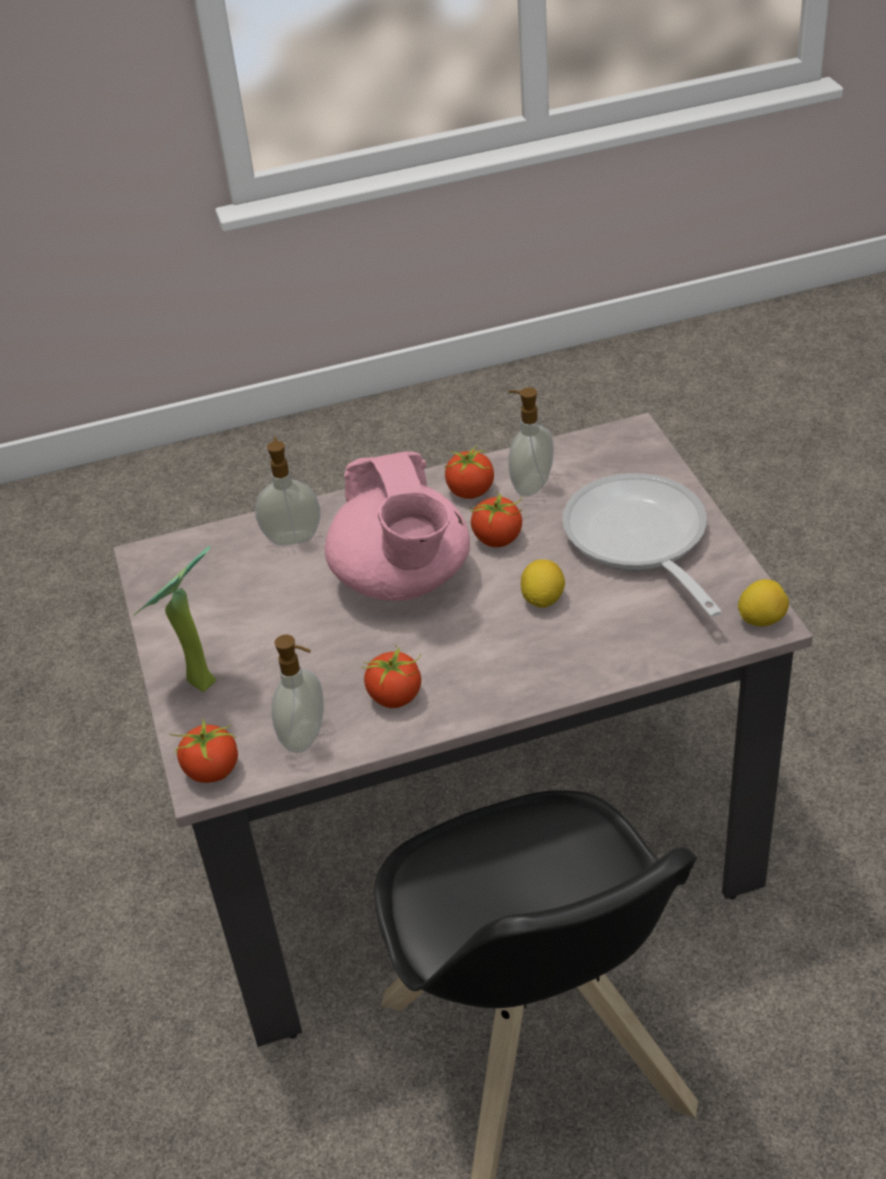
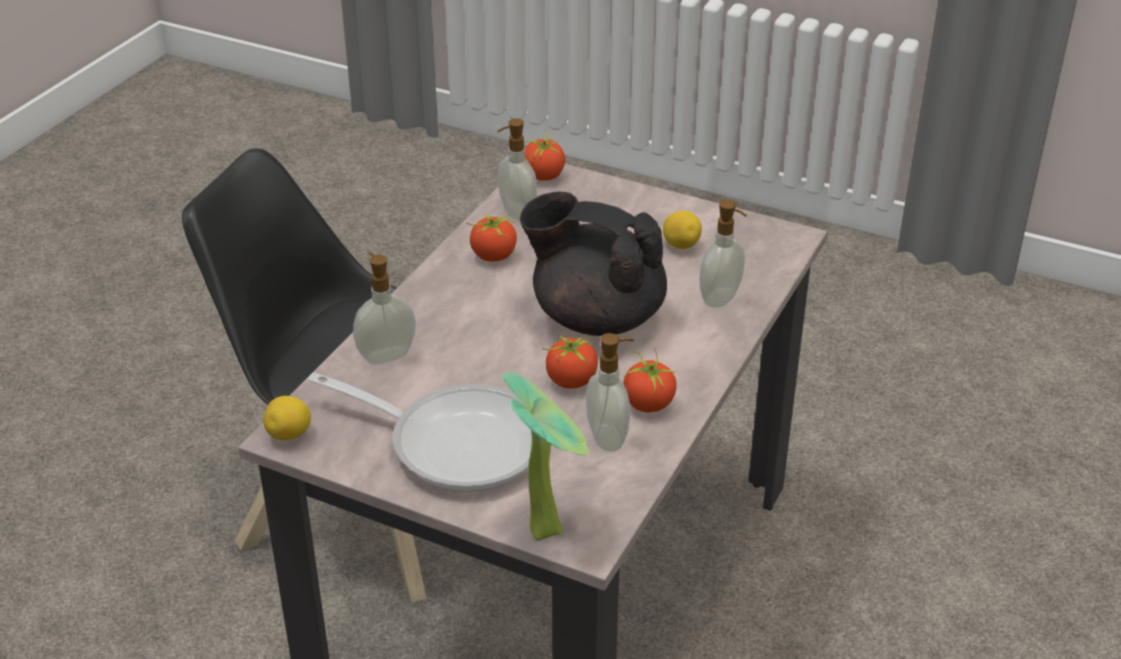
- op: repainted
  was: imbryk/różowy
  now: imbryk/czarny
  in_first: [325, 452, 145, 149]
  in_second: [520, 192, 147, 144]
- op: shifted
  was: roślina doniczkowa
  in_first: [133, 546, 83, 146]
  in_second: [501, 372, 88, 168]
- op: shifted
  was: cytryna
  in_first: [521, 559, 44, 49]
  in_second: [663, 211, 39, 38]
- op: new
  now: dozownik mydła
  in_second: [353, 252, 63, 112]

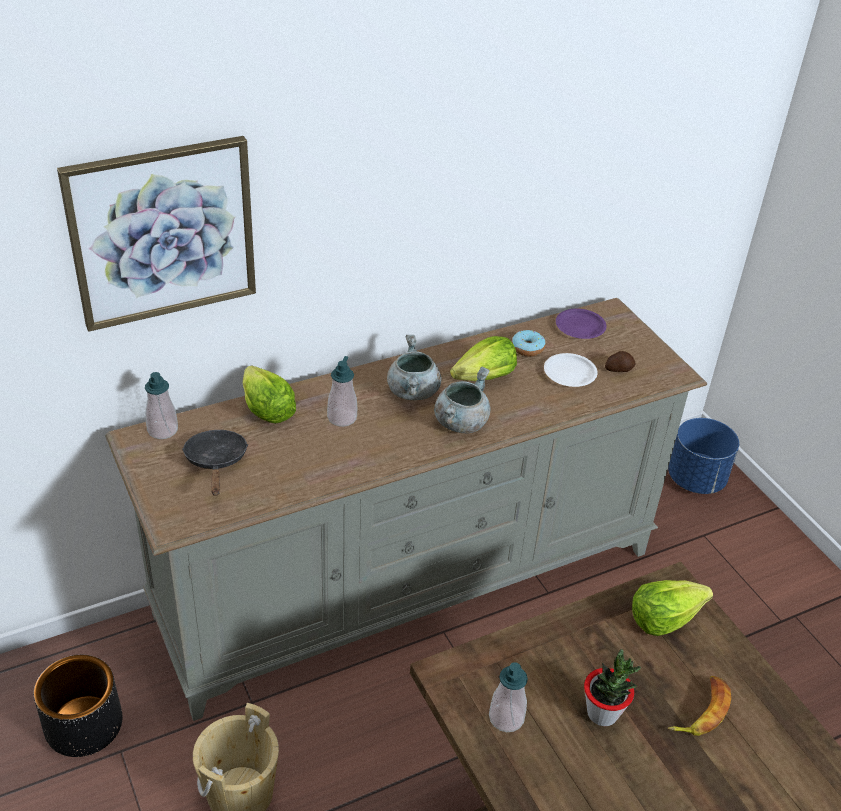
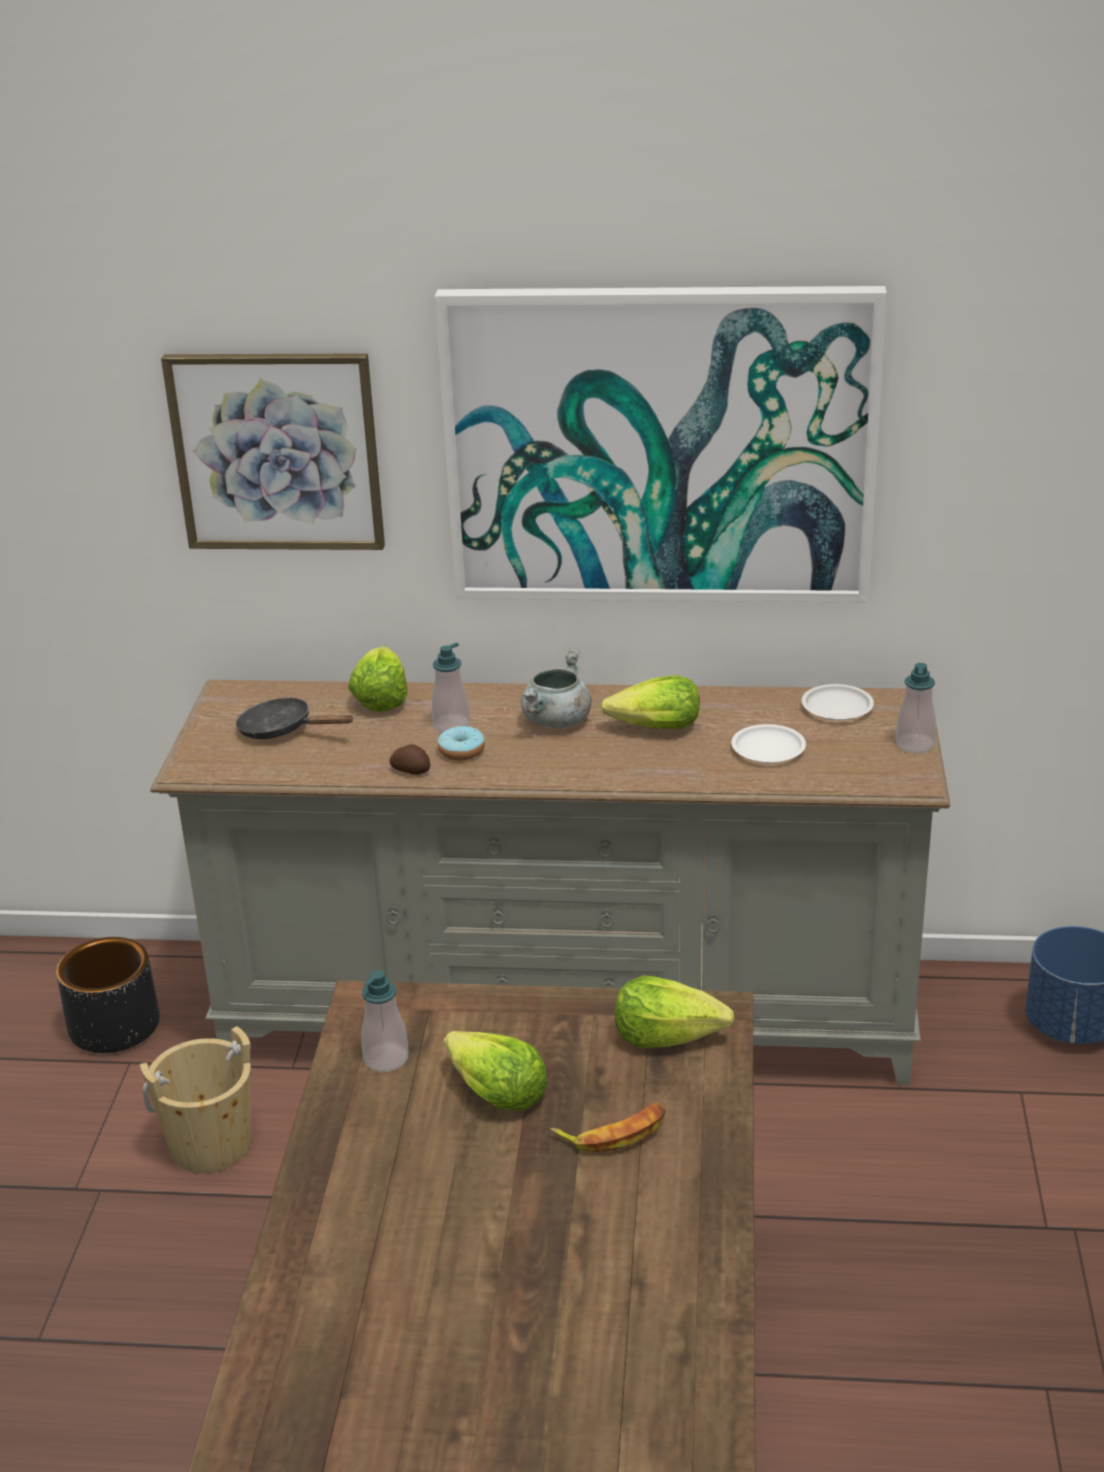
- op: repainted
  was: talerz/fioletowy
  now: talerz/biały
  in_first: [556, 309, 50, 30]
  in_second: [802, 684, 72, 36]
- op: shifted
  was: donut
  in_first: [512, 330, 33, 27]
  in_second: [437, 726, 48, 35]
- op: shifted
  was: ziemniak
  in_first: [605, 351, 31, 21]
  in_second: [389, 744, 42, 31]
- op: gone
  was: garnek/szary
  in_first: [434, 366, 56, 67]
- op: shifted
  was: dozownik mydła
  in_first: [145, 372, 33, 67]
  in_second: [896, 663, 40, 91]
- op: rotated
  was: patelnia/czarny
  in_first: [182, 430, 66, 66]
  in_second: [236, 697, 118, 42]
  clockwise: -90
- op: swapped
  was: roślina doniczkowa
  now: sałata
  in_first: [584, 649, 57, 77]
  in_second: [444, 1031, 104, 80]
- op: new
  now: obraz
  in_second: [435, 286, 452, 317]

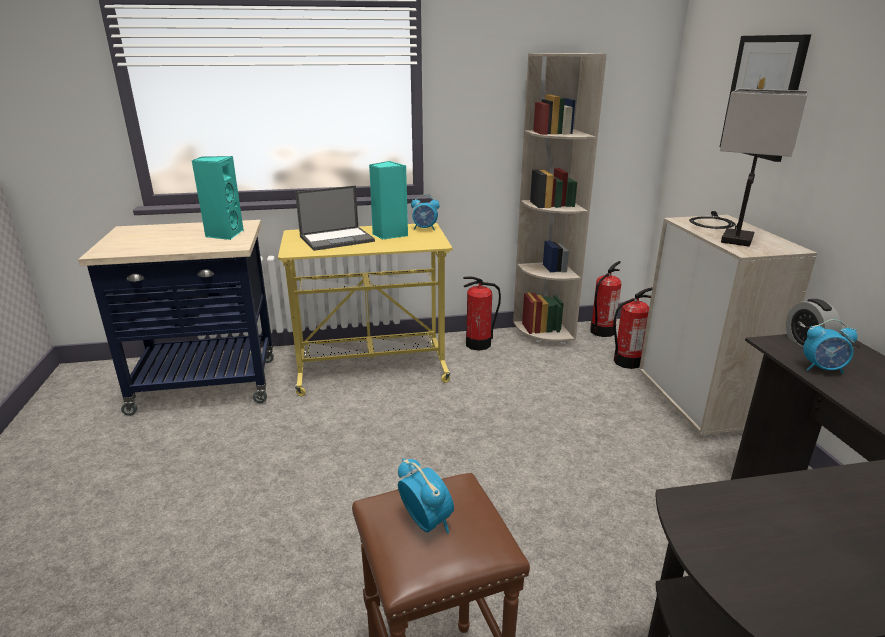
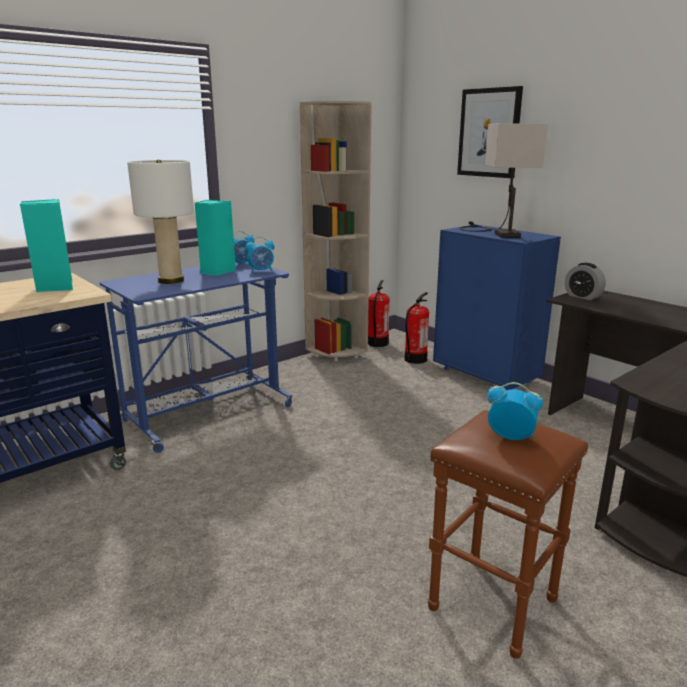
- op: swapped
  was: laptop
  now: lampa stołowa/biały
  in_first: [295, 185, 80, 66]
  in_second: [127, 159, 67, 125]
- op: repainted
  was: szafka/beżowy
  now: szafka/niebieski
  in_first: [639, 215, 178, 221]
  in_second: [433, 224, 128, 166]
- op: repainted
  was: biurko/żółty
  now: biurko/niebieski
  in_first: [278, 223, 175, 174]
  in_second: [99, 262, 193, 191]
- op: gone
  was: gaśnica
  in_first: [463, 276, 38, 75]
- op: shifted
  was: budzik
  in_first: [803, 319, 54, 55]
  in_second: [246, 236, 28, 37]

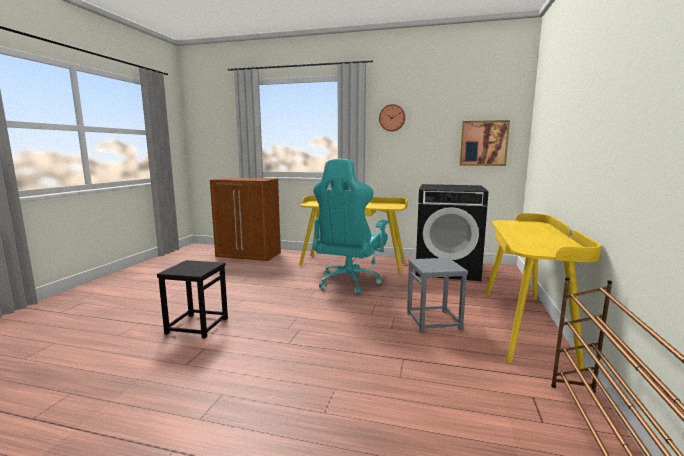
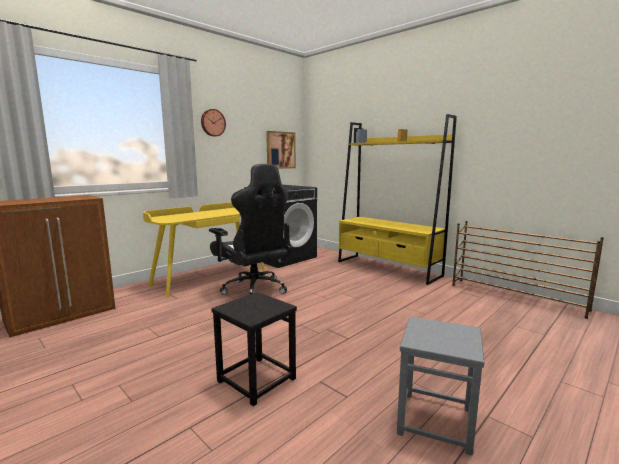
- op: repainted
  was: krzesło biurowe/turkusowy
  now: krzesło biurowe/czarny
  in_first: [312, 159, 77, 135]
  in_second: [209, 164, 83, 131]
- op: swapped
  was: biurko/żółty
  now: regał/żółty
  in_first: [485, 213, 116, 160]
  in_second: [338, 114, 119, 171]
- op: shifted
  was: stołek/szary
  in_first: [407, 258, 61, 74]
  in_second: [397, 316, 87, 139]

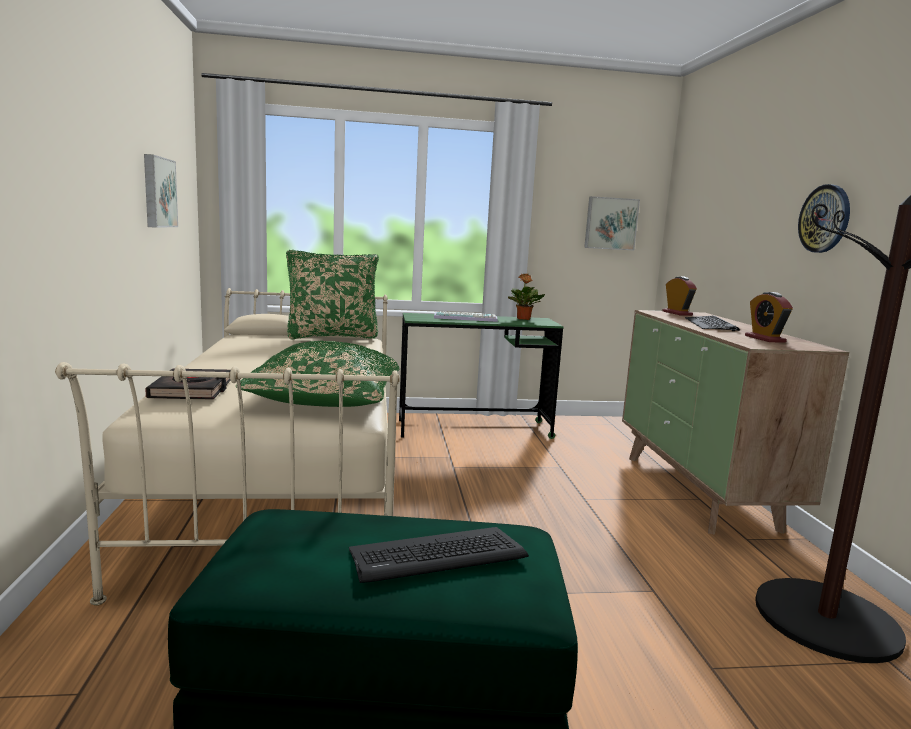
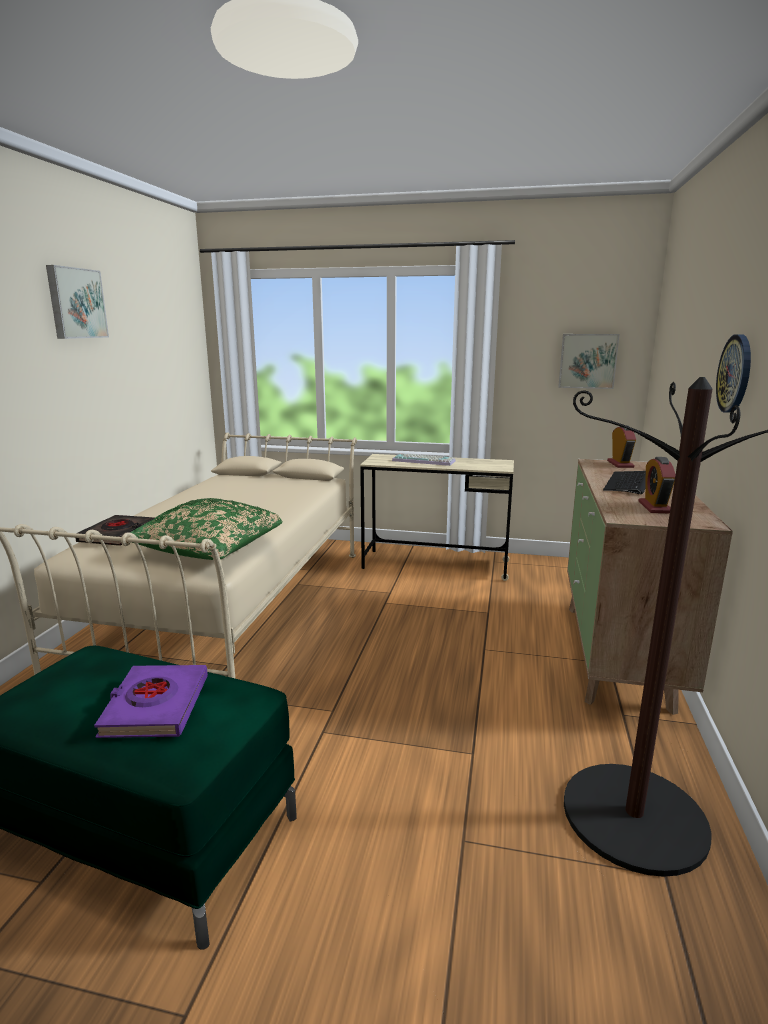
- op: shifted
  was: obraz
  in_first: [144, 154, 34, 74]
  in_second: [46, 265, 63, 74]
- op: gone
  was: poduszka/zielony
  in_first: [286, 250, 93, 90]
- op: gone
  was: roślina doniczkowa
  in_first: [508, 273, 37, 47]
- op: repainted
  was: biurko/zielony
  now: biurko/beżowy
  in_first: [399, 313, 165, 126]
  in_second: [360, 454, 154, 127]
- op: swapped
  was: klawiatura
  now: książka/fioletowy
  in_first: [349, 527, 180, 56]
  in_second: [94, 665, 114, 73]

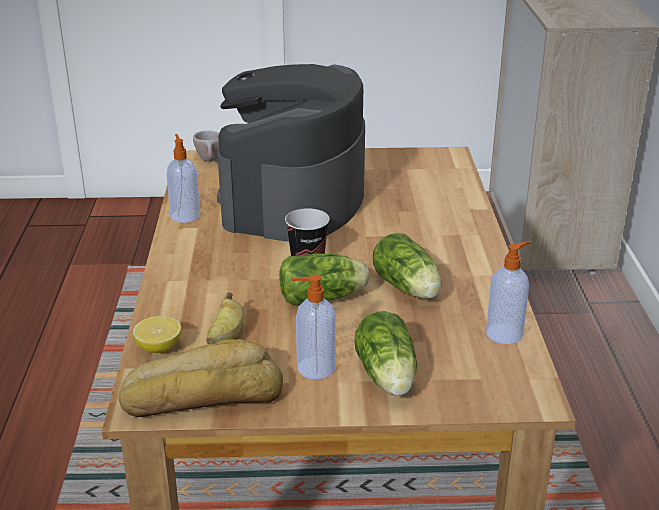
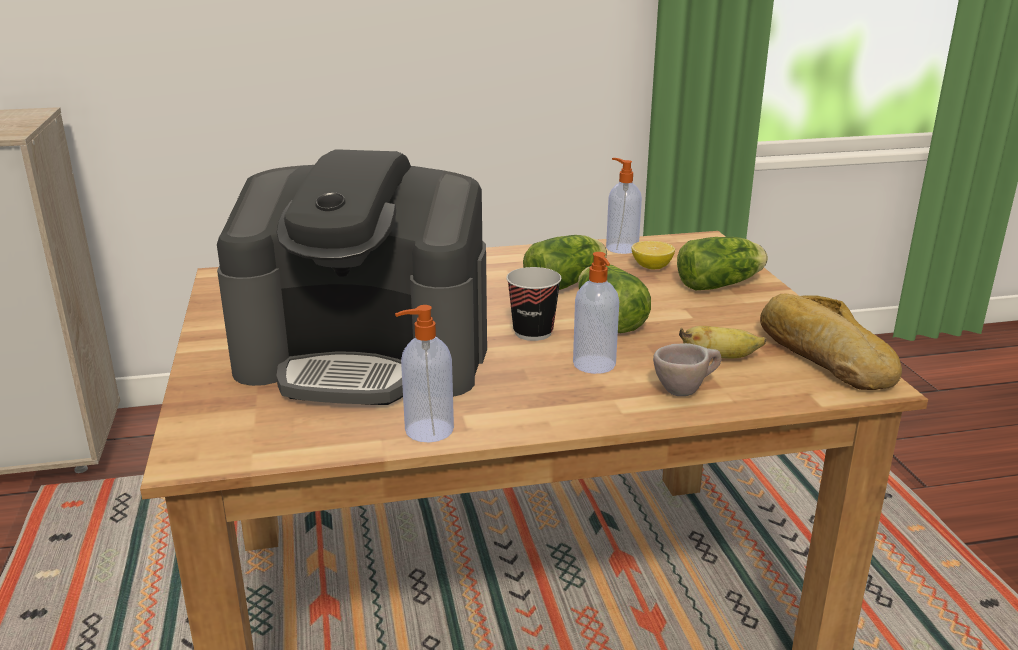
- op: shifted
  was: filiżanka/beżowy
  in_first: [193, 131, 27, 31]
  in_second: [653, 343, 69, 53]
- op: shifted
  was: dozownik mydła
  in_first: [291, 275, 45, 104]
  in_second: [573, 252, 46, 122]
- op: shifted
  was: cytryna
  in_first: [133, 316, 48, 37]
  in_second: [631, 241, 44, 28]

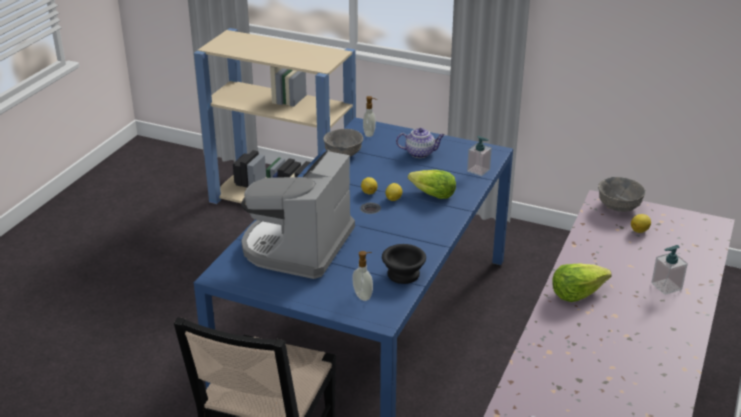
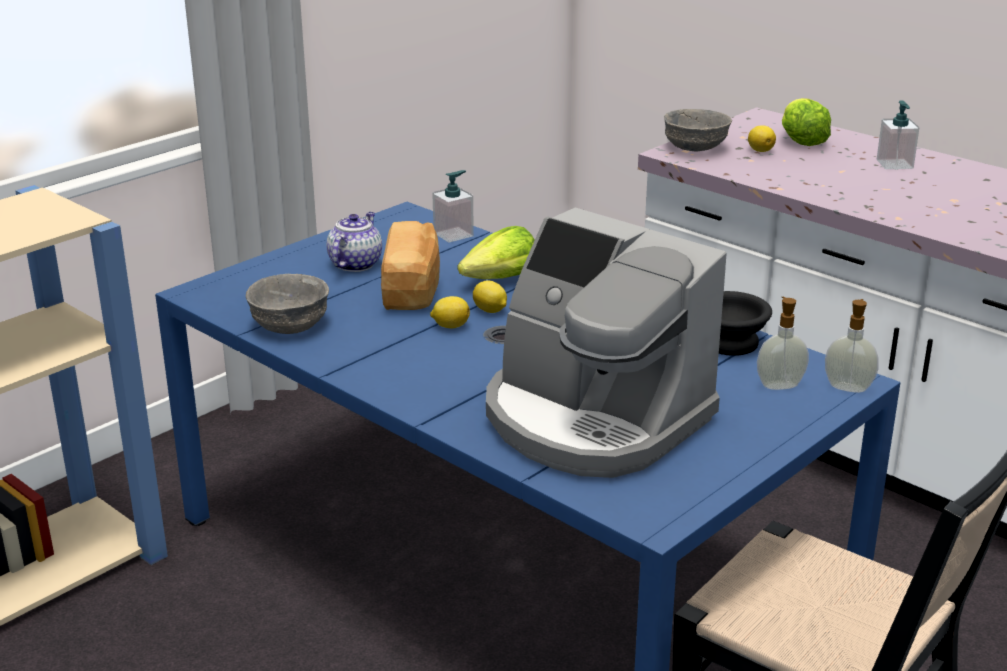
- op: shifted
  was: dozownik mydła
  in_first: [363, 96, 14, 41]
  in_second: [825, 299, 54, 94]
- op: shifted
  was: sałata
  in_first: [552, 263, 60, 39]
  in_second: [782, 98, 49, 48]
- op: new
  now: chleb
  in_second: [381, 221, 59, 89]

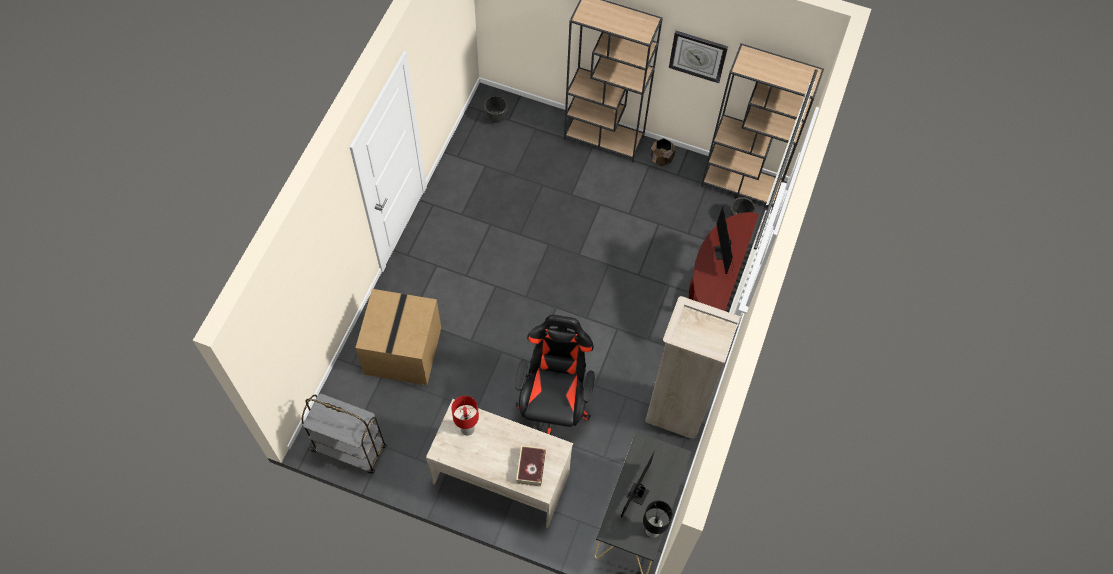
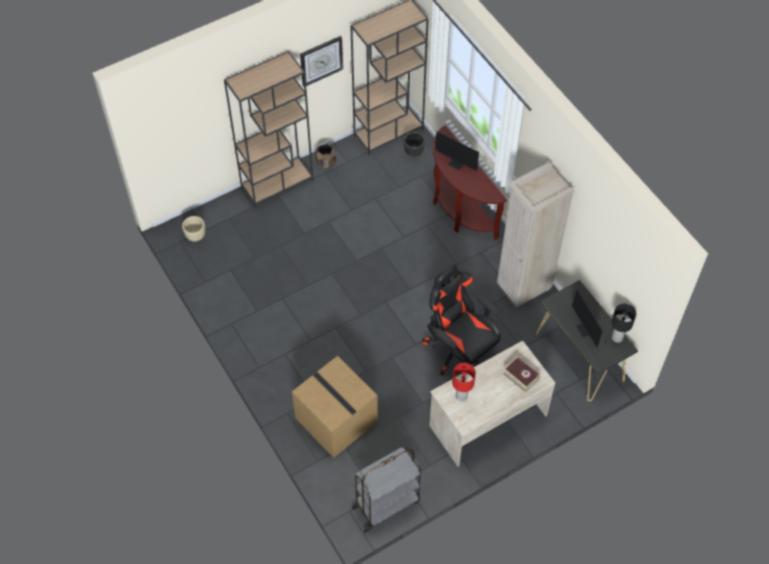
- op: repainted
  was: donica/czarny
  now: donica/beżowy
  in_first: [484, 95, 24, 28]
  in_second: [182, 216, 23, 26]

